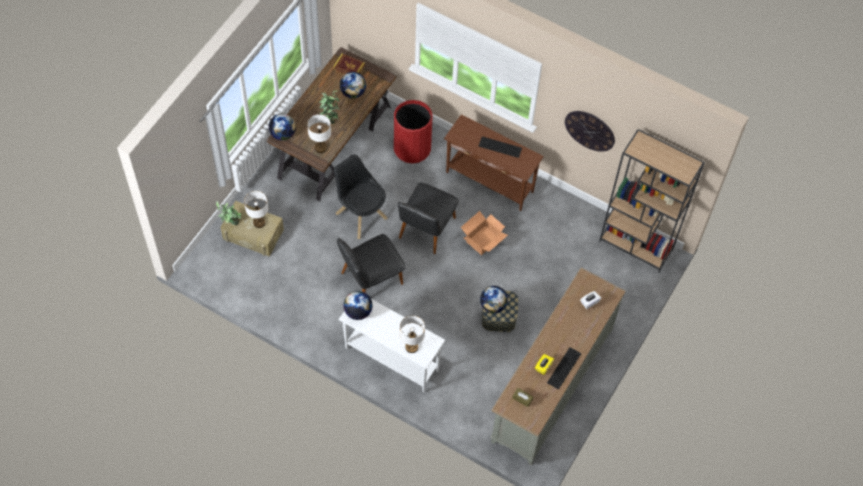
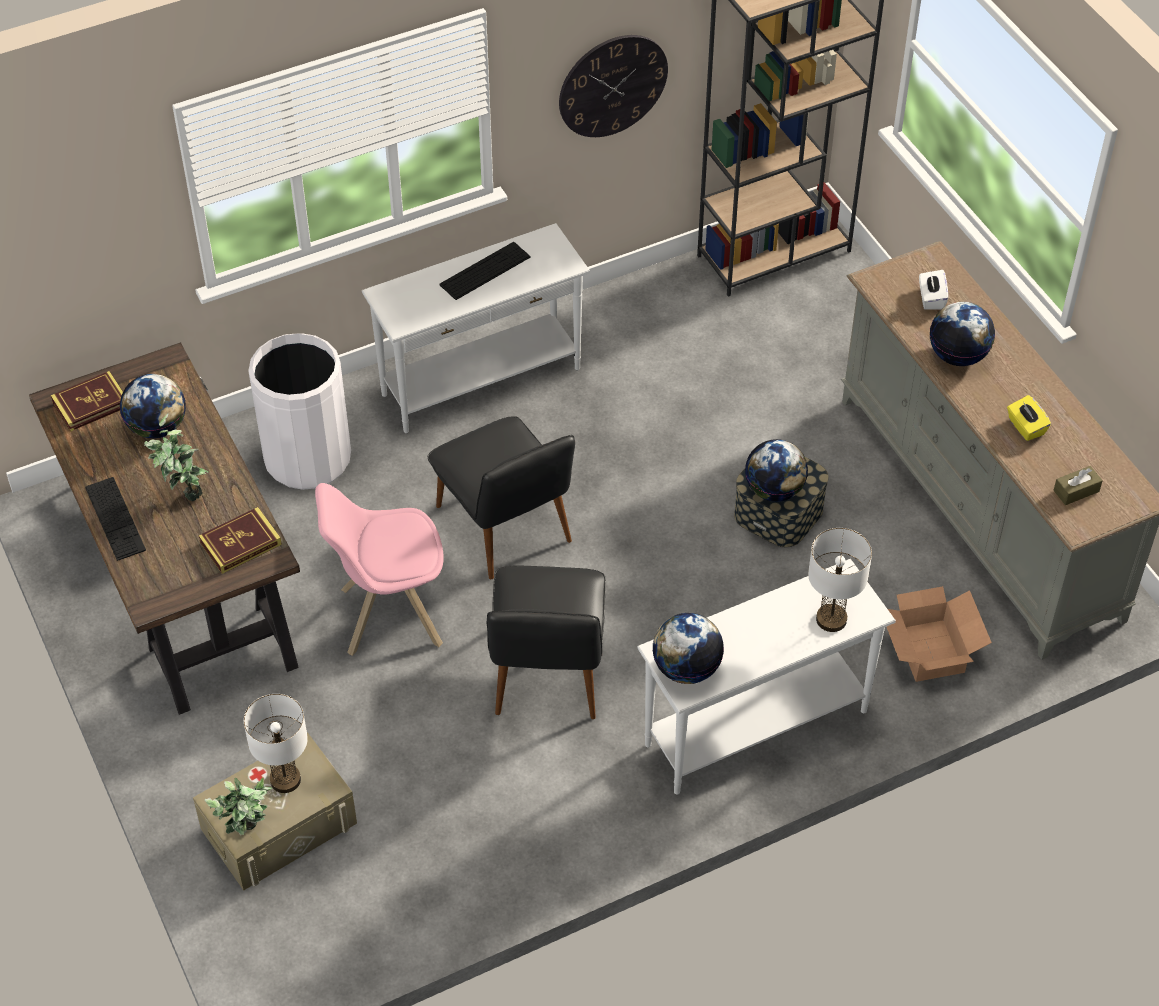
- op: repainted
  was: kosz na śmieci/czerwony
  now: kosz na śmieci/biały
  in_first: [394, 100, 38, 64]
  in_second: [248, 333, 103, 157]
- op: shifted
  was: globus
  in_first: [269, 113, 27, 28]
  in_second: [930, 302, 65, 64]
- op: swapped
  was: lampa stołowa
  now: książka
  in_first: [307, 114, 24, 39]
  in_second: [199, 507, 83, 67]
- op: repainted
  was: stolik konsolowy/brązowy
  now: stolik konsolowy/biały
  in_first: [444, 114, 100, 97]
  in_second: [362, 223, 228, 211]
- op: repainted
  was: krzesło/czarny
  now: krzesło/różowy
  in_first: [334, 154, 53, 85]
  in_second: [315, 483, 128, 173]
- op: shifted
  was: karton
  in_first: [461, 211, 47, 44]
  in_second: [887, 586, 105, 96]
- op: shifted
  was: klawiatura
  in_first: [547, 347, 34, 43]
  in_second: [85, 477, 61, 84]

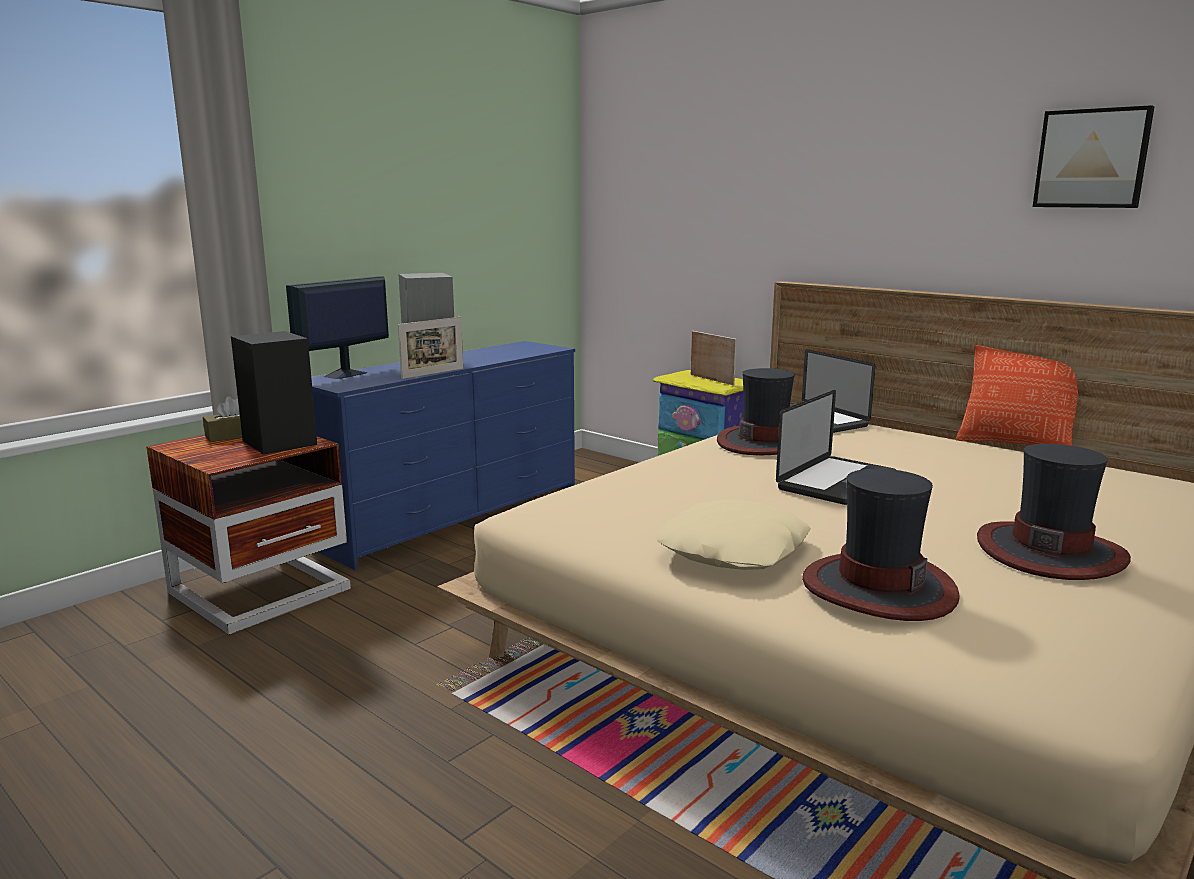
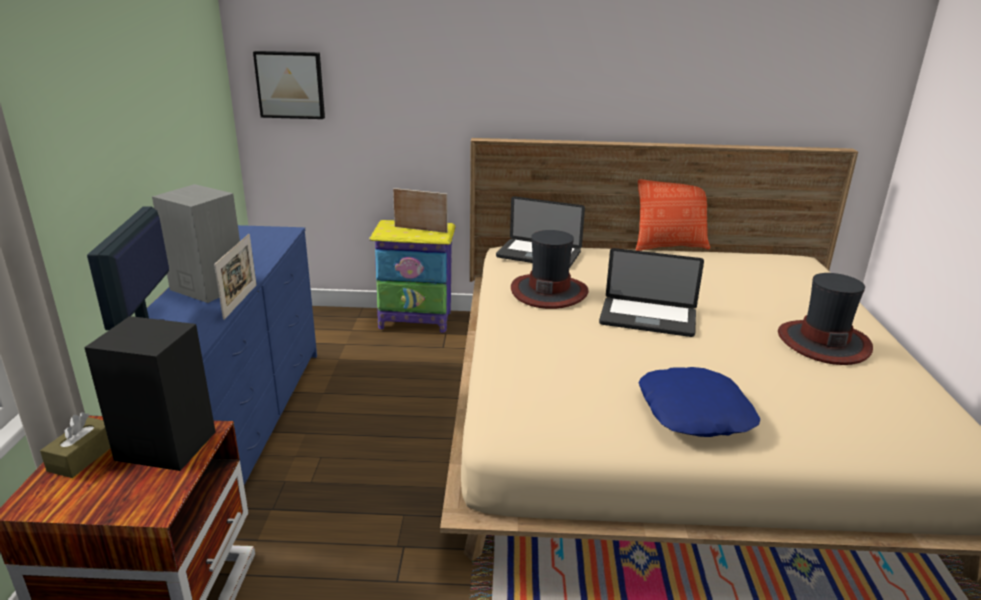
- op: shifted
  was: obraz
  in_first: [1033, 105, 122, 103]
  in_second: [253, 51, 72, 68]
- op: rotated
  was: laptop
  in_first: [776, 390, 120, 115]
  in_second: [599, 248, 105, 89]
  clockwise: 105
- op: gone
  was: kapelusz
  in_first: [802, 469, 158, 152]
- op: repainted
  was: poduszka/beżowy
  now: poduszka/niebieski
  in_first: [656, 499, 155, 71]
  in_second: [639, 367, 121, 70]

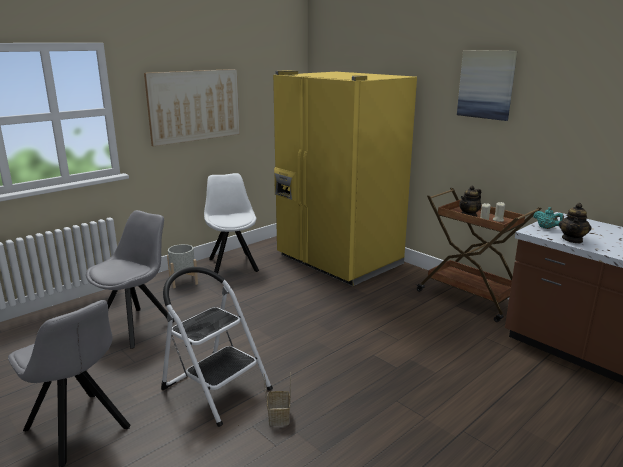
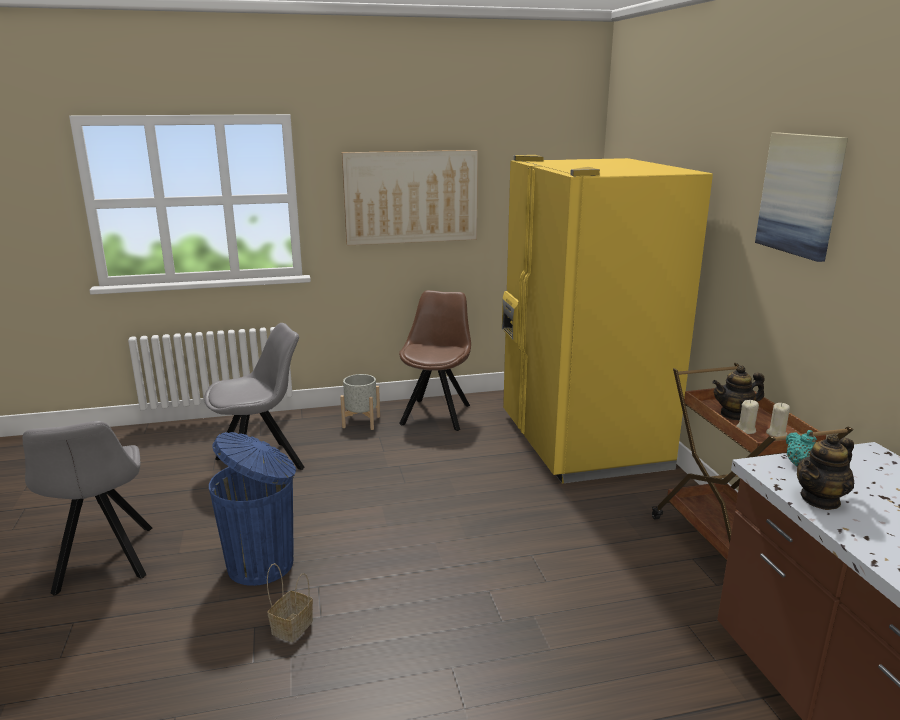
- op: repainted
  was: krzesło/biały
  now: krzesło/brązowy
  in_first: [204, 173, 55, 101]
  in_second: [399, 290, 72, 141]
- op: swapped
  was: drabinka
  now: kosz na śmieci/niebieski
  in_first: [161, 267, 112, 160]
  in_second: [209, 432, 87, 154]

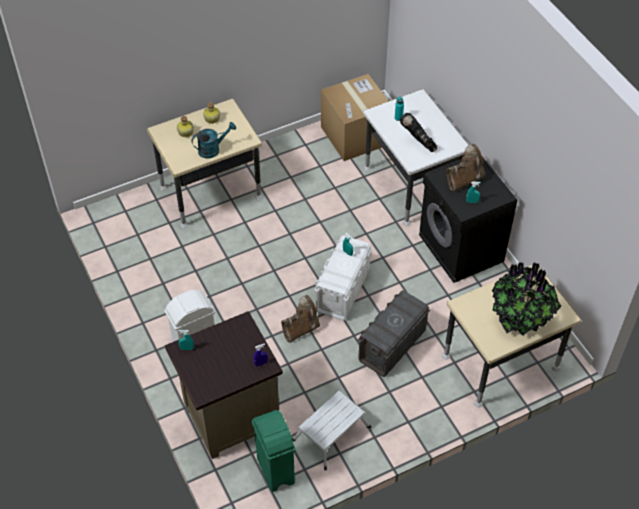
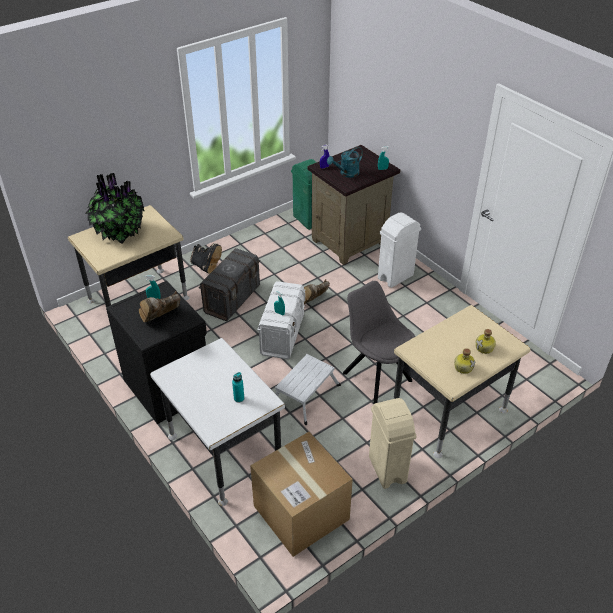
- op: shifted
  was: but z cholewką/czarny
  in_first: [400, 113, 37, 39]
  in_second: [190, 243, 32, 31]
- op: shifted
  was: konewka/turkusowy
  in_first: [191, 122, 45, 37]
  in_second: [327, 147, 36, 31]
- op: shifted
  was: drabinka/biały
  in_first: [292, 390, 79, 80]
  in_second: [275, 354, 66, 71]
- op: new
  now: krzesło/szary
  in_second: [343, 281, 72, 123]
- op: new
  now: kosz na śmieci/beżowy
  in_second: [369, 398, 48, 91]

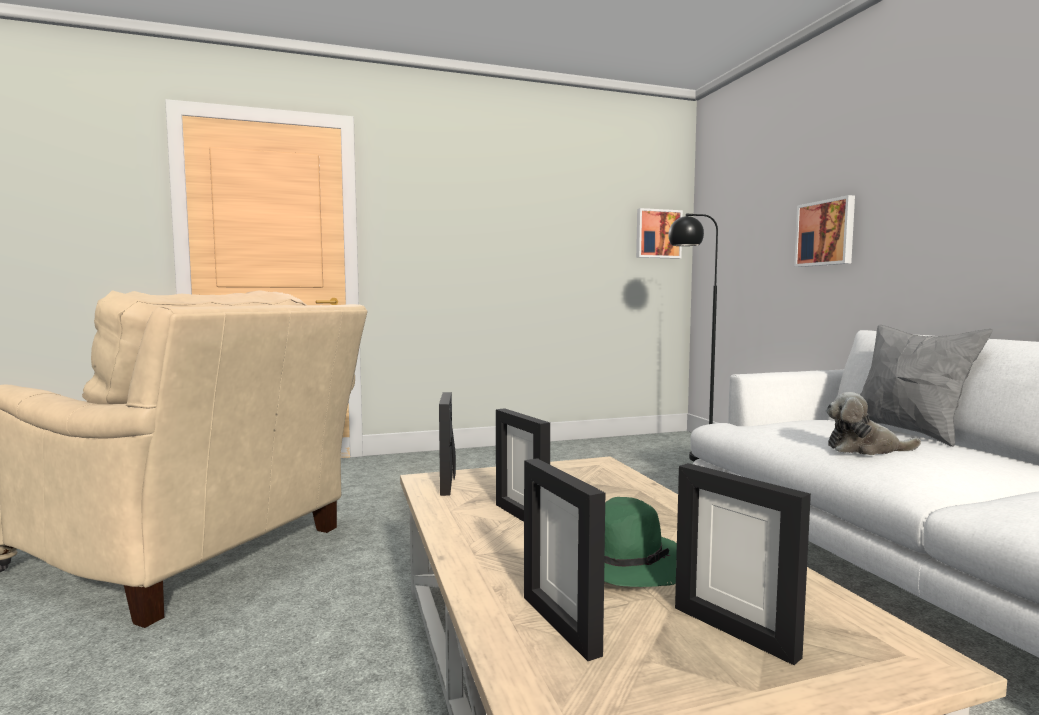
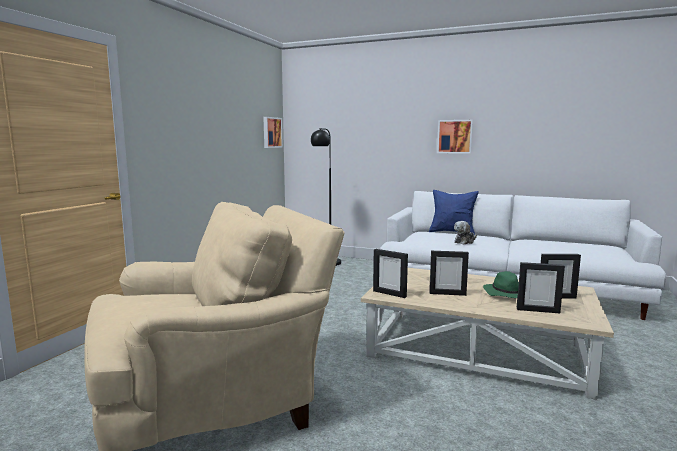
- op: shifted
  was: obraz
  in_first: [794, 195, 61, 72]
  in_second: [437, 120, 36, 34]
- op: repainted
  was: poduszka/szary
  now: poduszka/niebieski
  in_first: [860, 325, 133, 122]
  in_second: [429, 190, 50, 45]

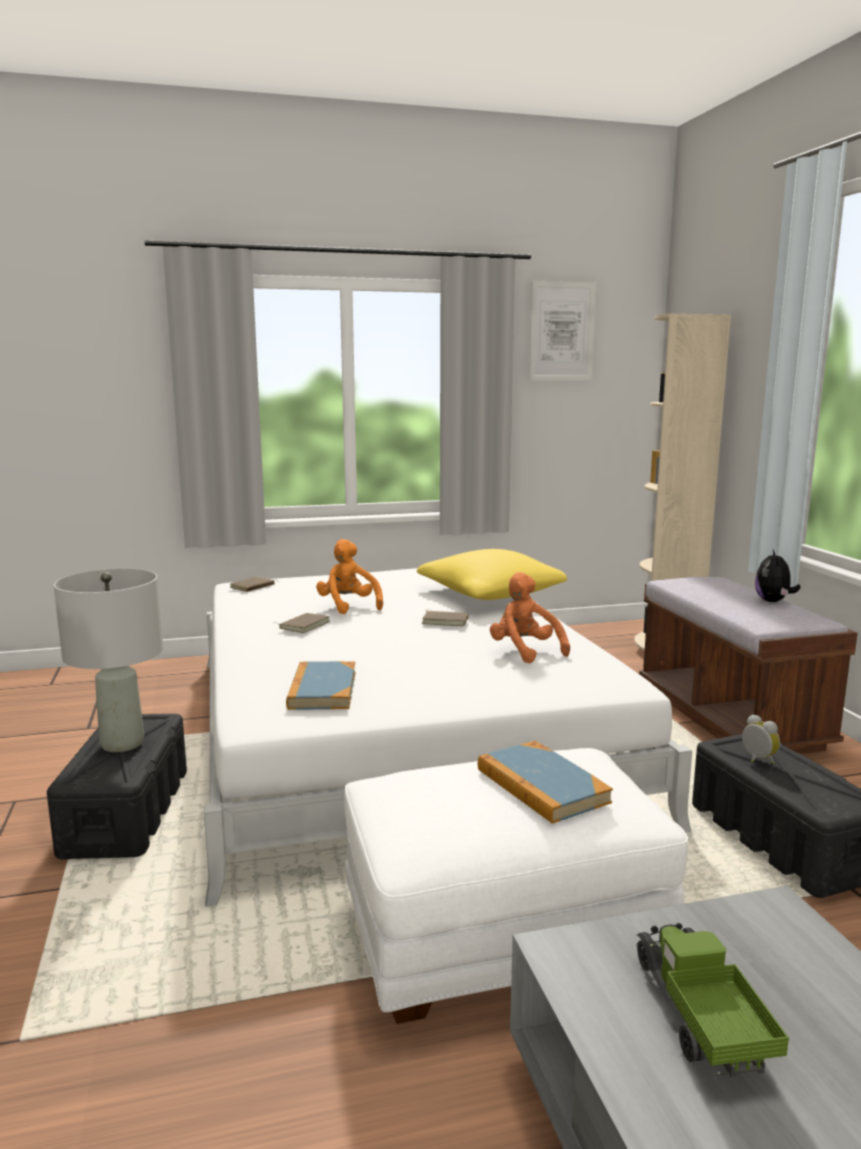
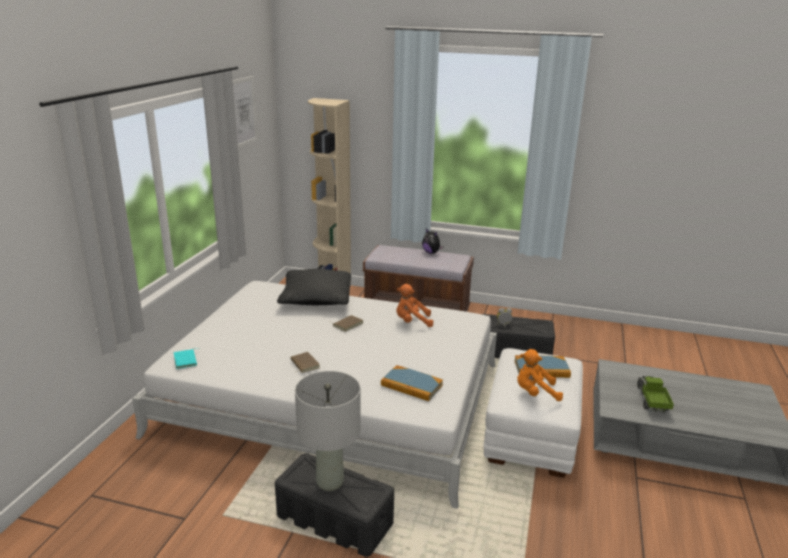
- op: shifted
  was: pluszak/pomarańczowy
  in_first: [316, 539, 67, 75]
  in_second: [517, 349, 46, 52]
- op: repainted
  was: poduszka/żółty
  now: poduszka/czarny
  in_first: [417, 549, 150, 51]
  in_second: [277, 269, 74, 36]
- op: repainted
  was: książka/brązowy
  now: książka/turkusowy
  in_first: [230, 576, 50, 16]
  in_second: [174, 348, 25, 21]
- op: rotated
  was: ciężarówka zabawkowa
  in_first: [636, 923, 153, 155]
  in_second: [637, 376, 37, 37]
  clockwise: 75

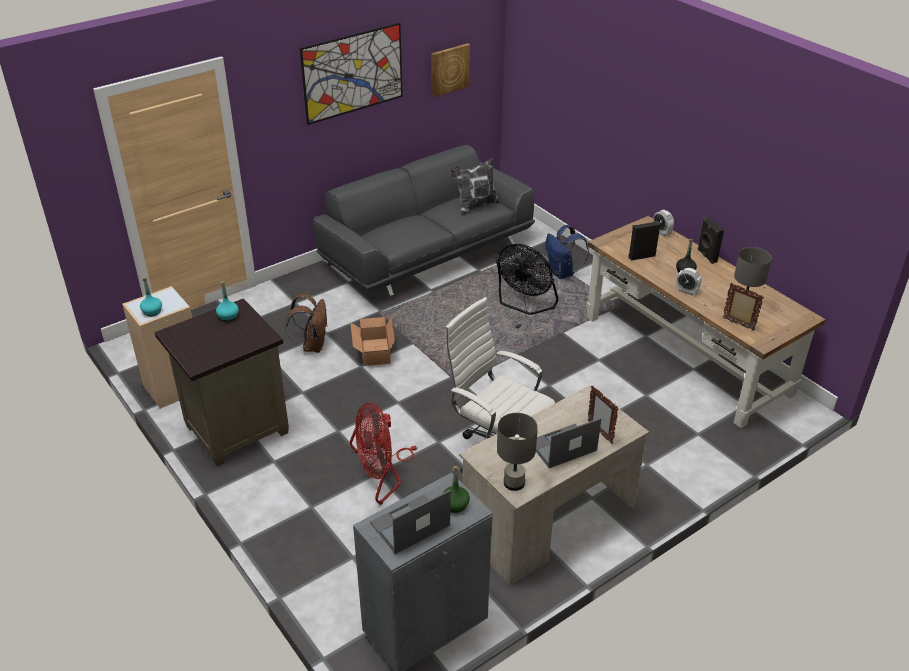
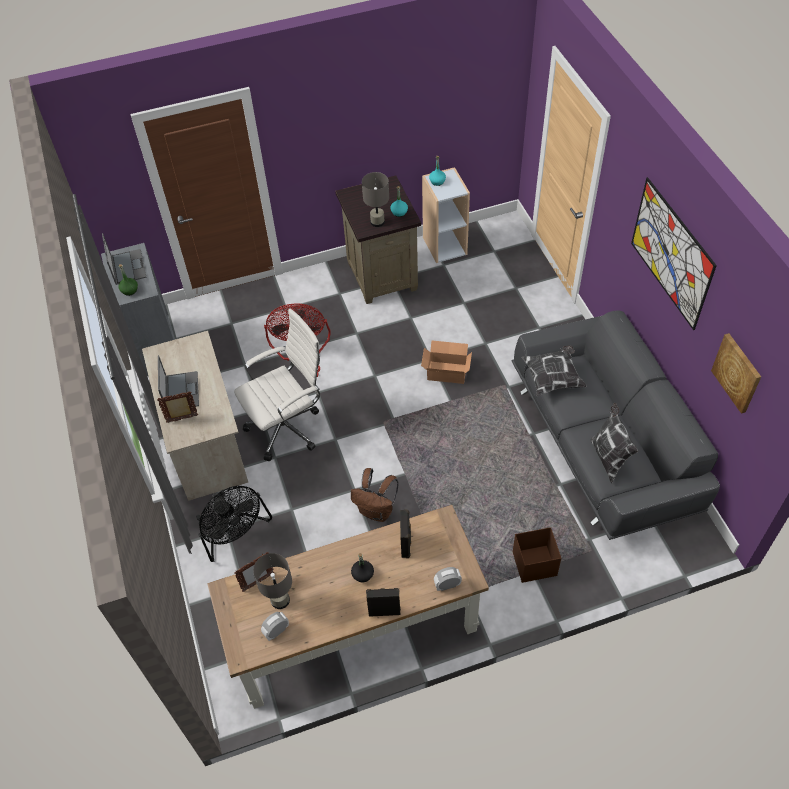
- op: swapped
  was: plecak/niebieski
  now: pojemnik do przechowywania/brązowy
  in_first: [545, 225, 44, 54]
  in_second: [513, 527, 48, 56]
- op: shifted
  was: wentylator/czarny
  in_first: [496, 244, 63, 85]
  in_second: [196, 486, 76, 76]
- op: shifted
  was: budzik
  in_first: [676, 268, 26, 27]
  in_second: [261, 612, 28, 29]
- op: shifted
  was: plecak/brązowy
  in_first: [285, 294, 42, 59]
  in_second: [351, 468, 48, 54]
- op: shifted
  was: lampa stołowa/szary
  in_first: [497, 413, 41, 78]
  in_second: [362, 172, 27, 55]
- op: new
  now: poduszka
  in_second: [522, 345, 65, 51]

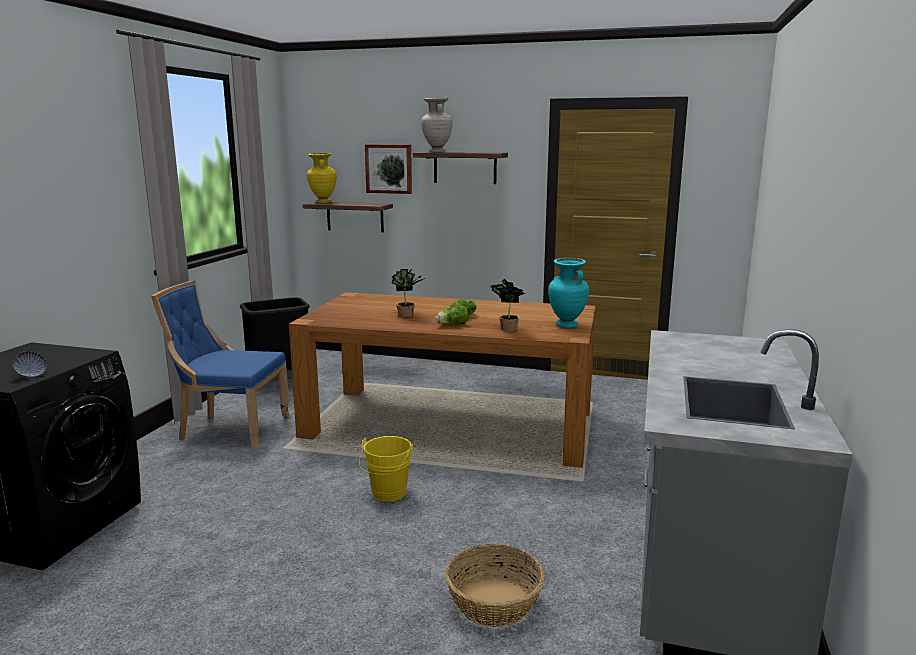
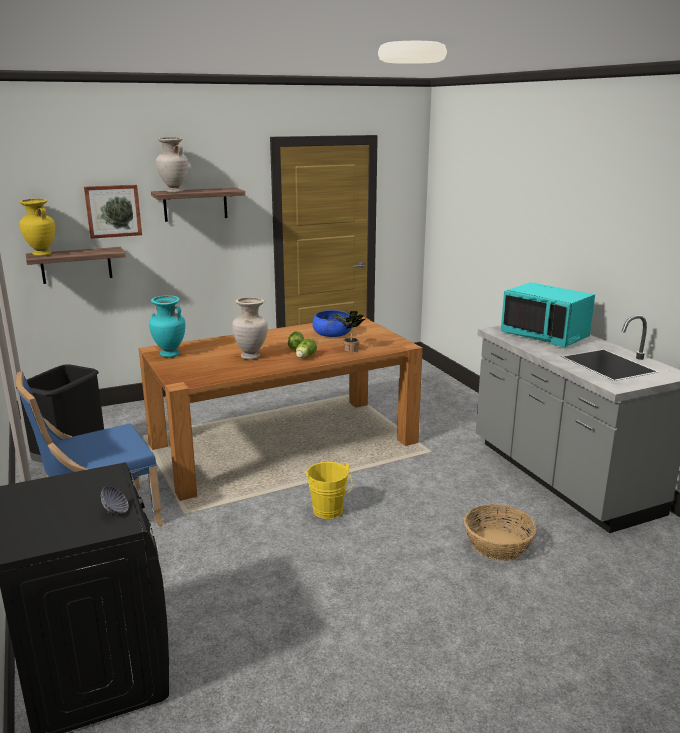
- op: shifted
  was: wazon/turkusowy
  in_first: [548, 258, 41, 70]
  in_second: [149, 295, 36, 63]
- op: swapped
  was: roślina doniczkowa
  now: wazon/beżowy
  in_first: [391, 269, 34, 48]
  in_second: [232, 297, 36, 63]
- op: new
  now: mikrofalówka/turkusowy
  in_second: [501, 282, 94, 65]
- op: new
  now: miska/niebieski
  in_second: [312, 310, 39, 27]

